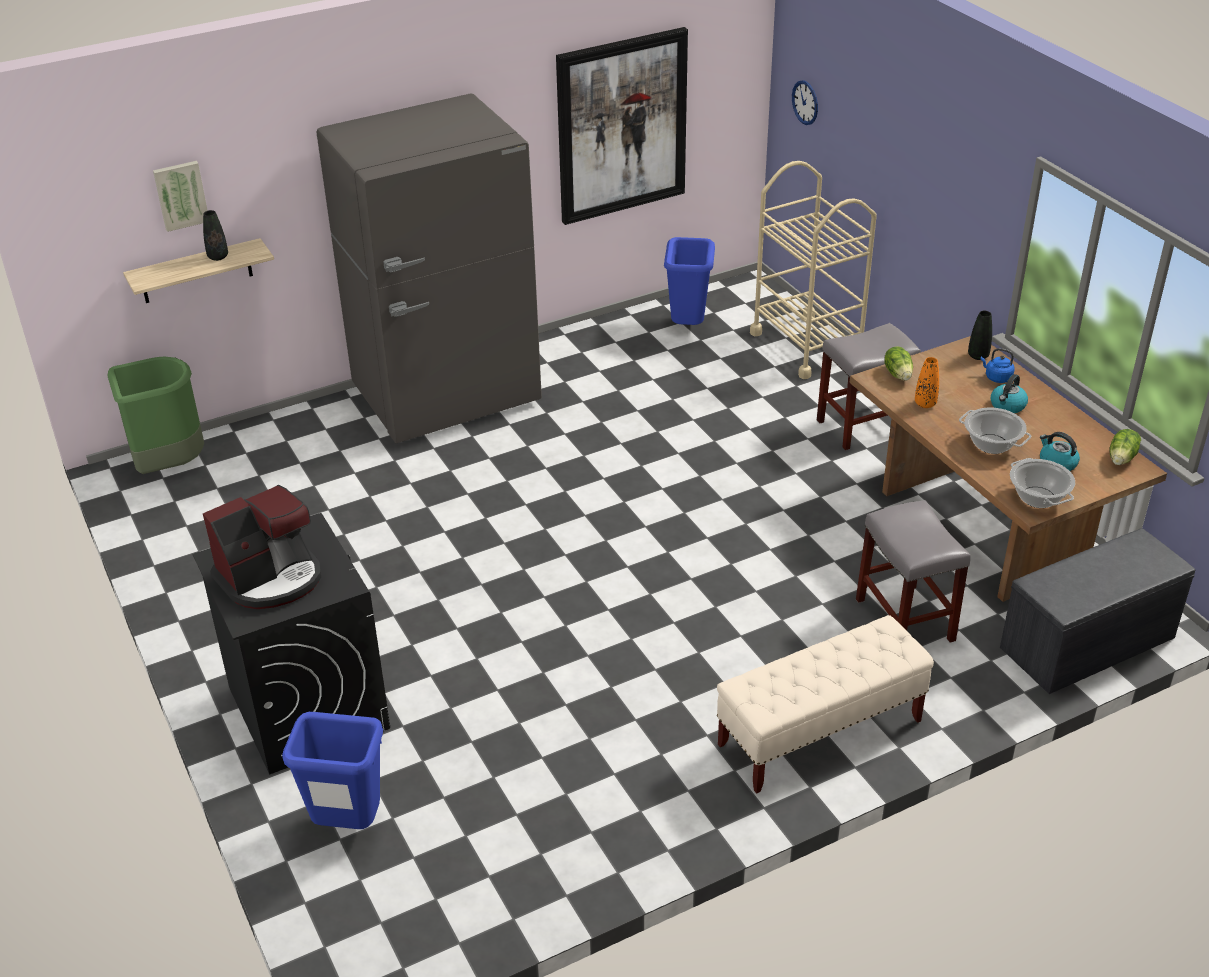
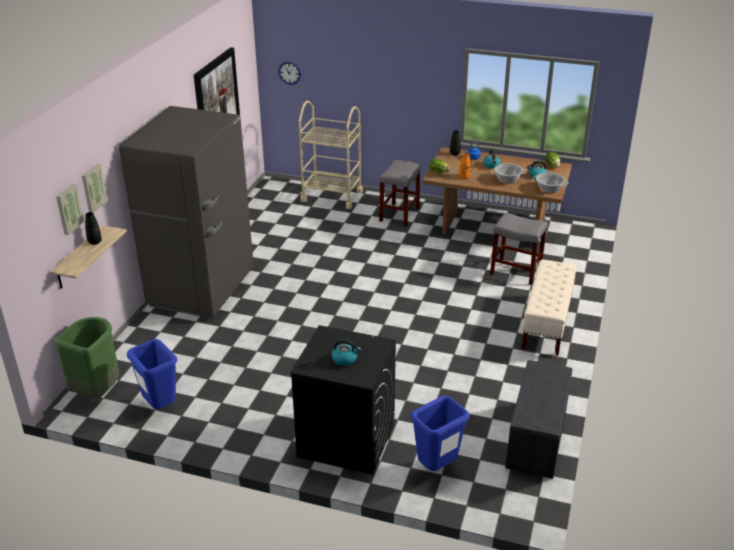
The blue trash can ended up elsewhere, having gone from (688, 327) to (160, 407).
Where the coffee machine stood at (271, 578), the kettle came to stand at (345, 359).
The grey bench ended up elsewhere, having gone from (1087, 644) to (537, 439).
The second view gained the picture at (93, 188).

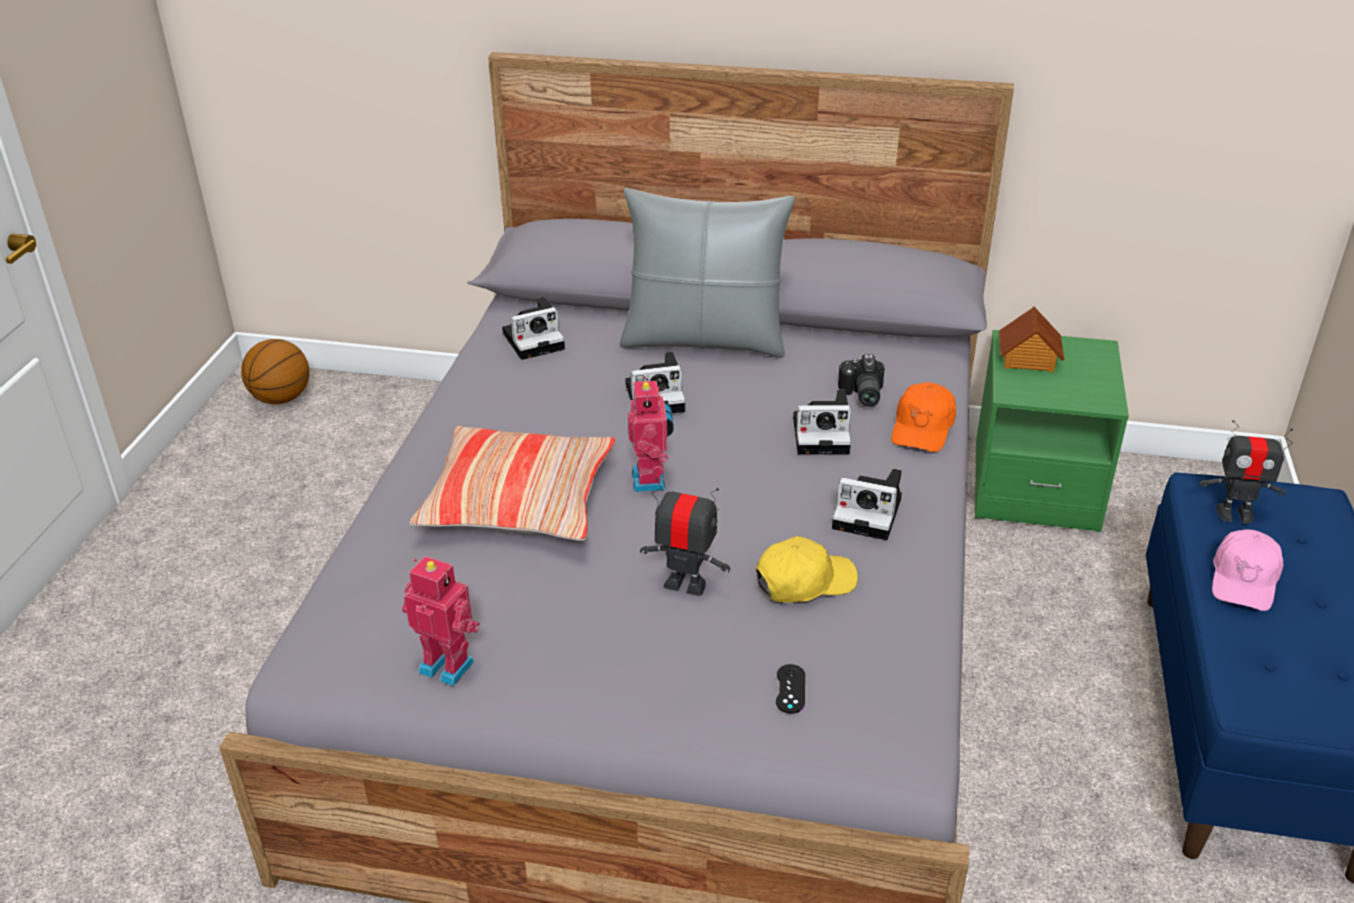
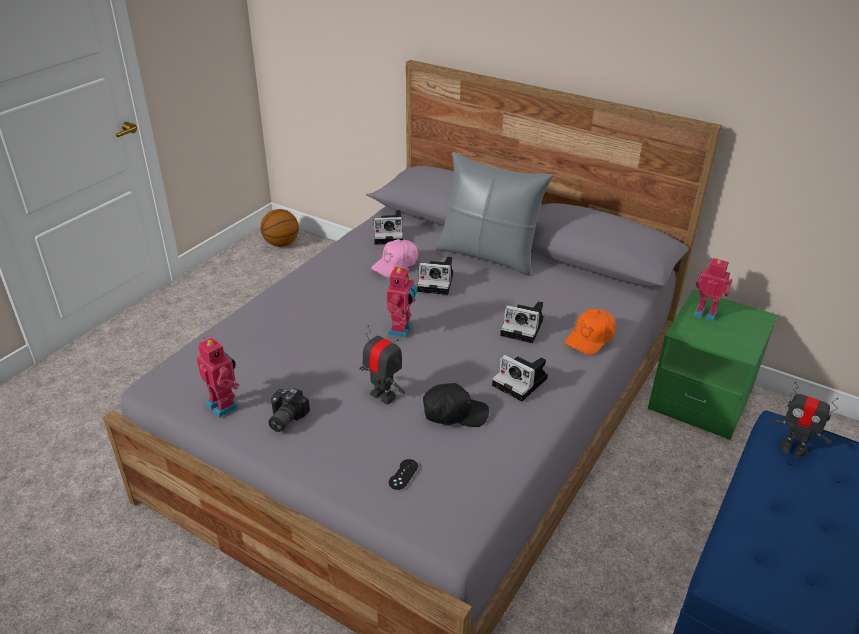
Where the toy house stood at (1027, 359), the toy robot came to stand at (705, 313).
The photo camera ended up elsewhere, having gone from (860, 395) to (284, 418).
The second view lost the pillow at (519, 501).
The pink cap ended up elsewhere, having gone from (1244, 580) to (395, 265).
What was the yellow cap at (804, 582) turned into the black cap at (454, 413).

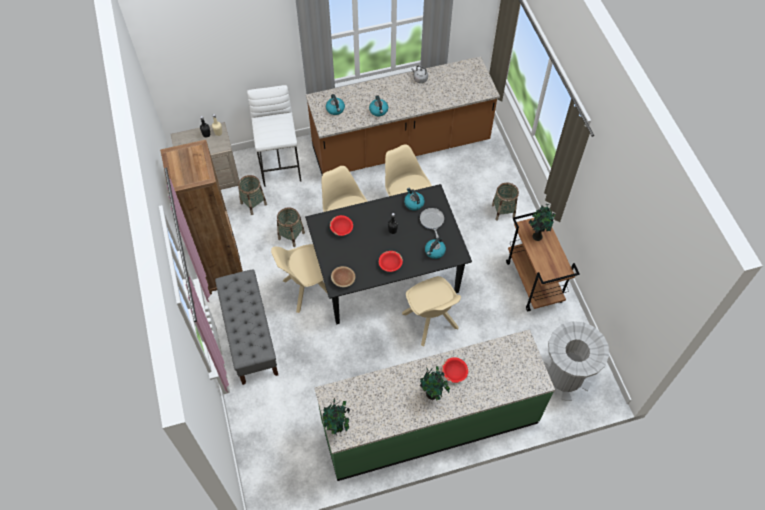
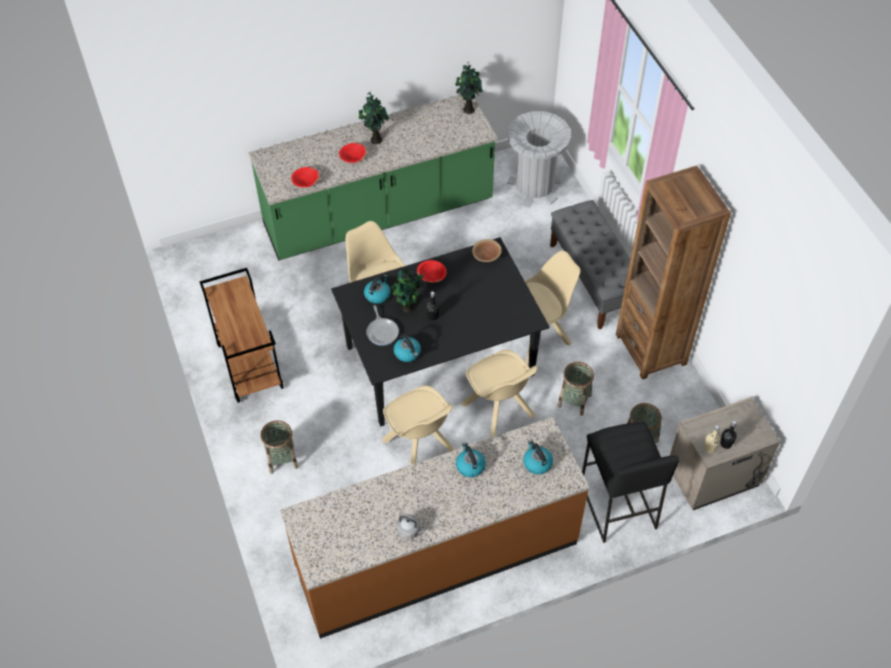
What was the white stool at (280, 165) turned into the black stool at (617, 505).
The potted plant ended up elsewhere, having gone from (537, 235) to (408, 308).
The red bowl ended up elsewhere, having gone from (341, 229) to (306, 182).
The grey trash can ended up elsewhere, having gone from (564, 377) to (534, 187).

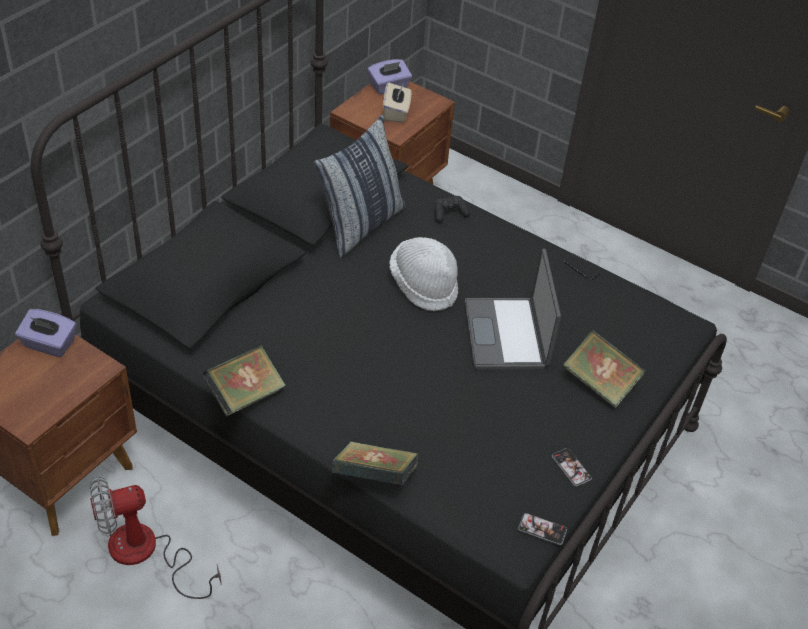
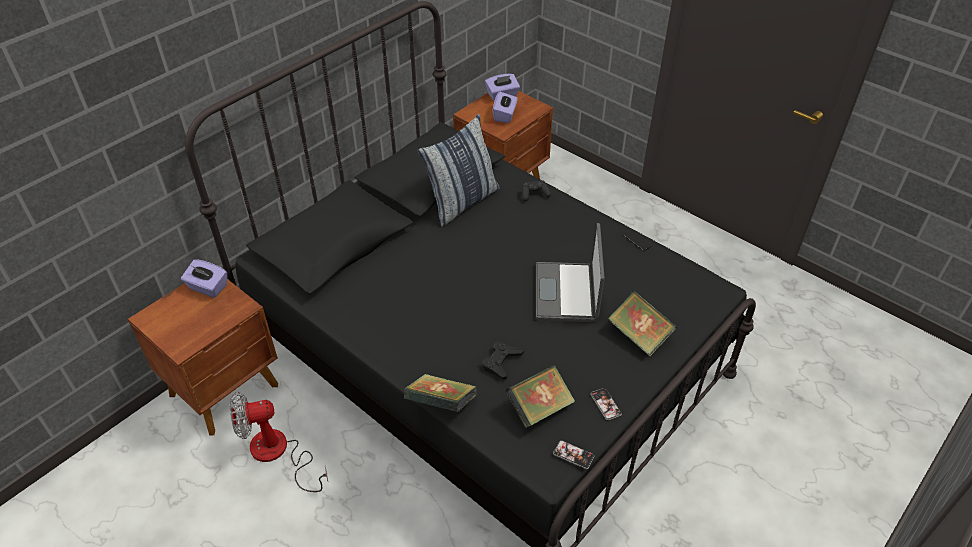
What was the beige tissue box at (396, 113) turned into the purple tissue box at (505, 115).
The second view lost the white hat at (424, 285).
The book ended up elsewhere, having gone from (245, 395) to (539, 408).
The second view gained the black game controller at (501, 362).

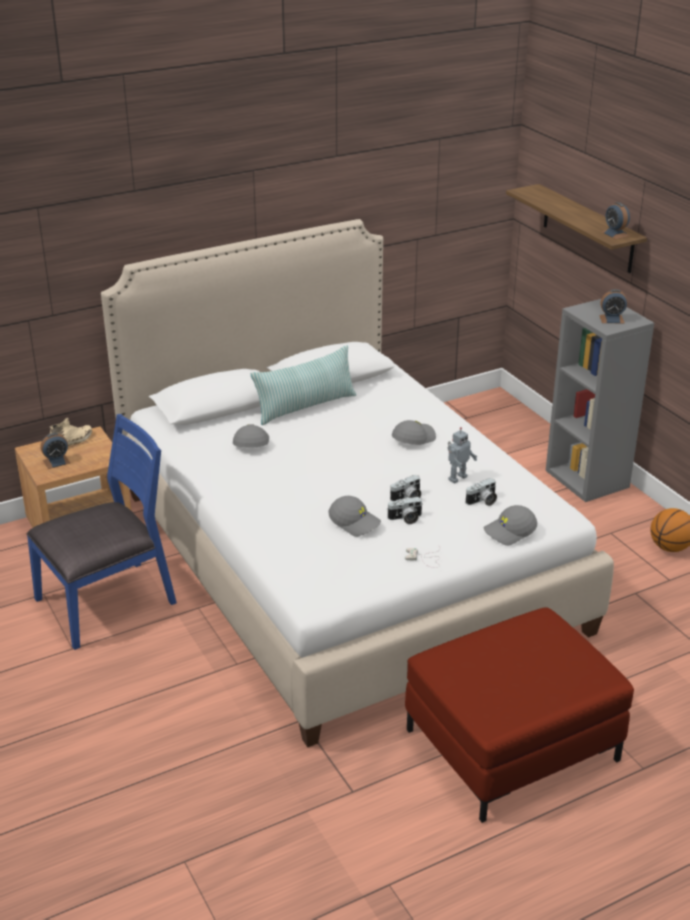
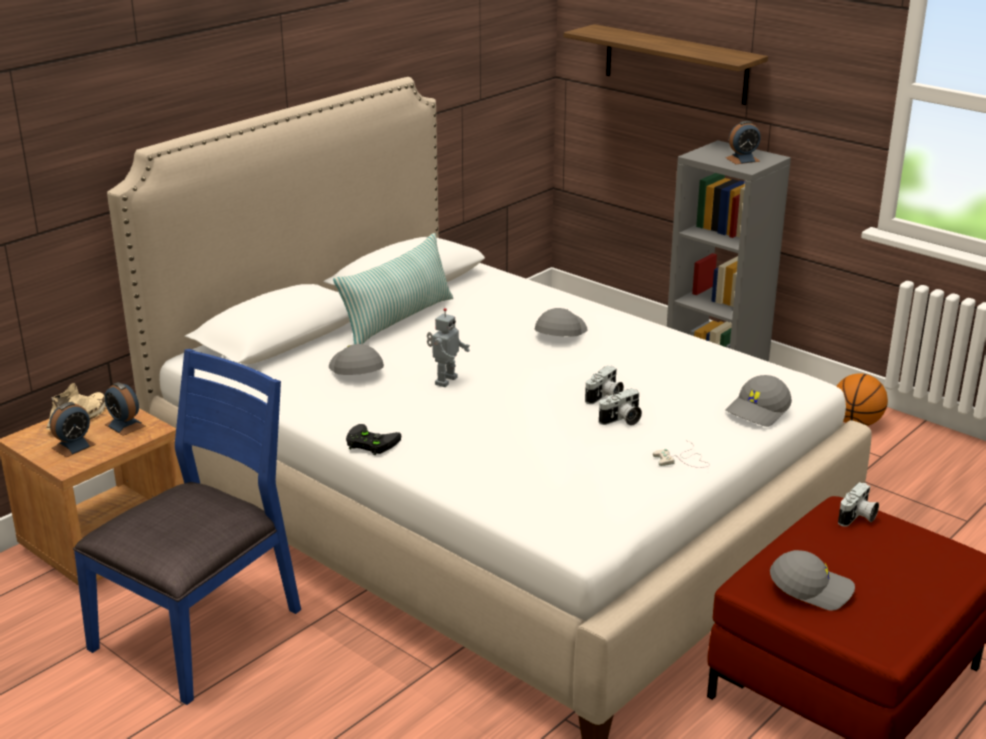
The alarm clock ended up elsewhere, having gone from (615, 234) to (125, 425).
The toy robot ended up elsewhere, having gone from (457, 478) to (445, 380).
The photo camera ended up elsewhere, having gone from (482, 501) to (858, 517).
The grey cap ended up elsewhere, having gone from (355, 522) to (811, 588).
The second view gained the black game controller at (369, 443).

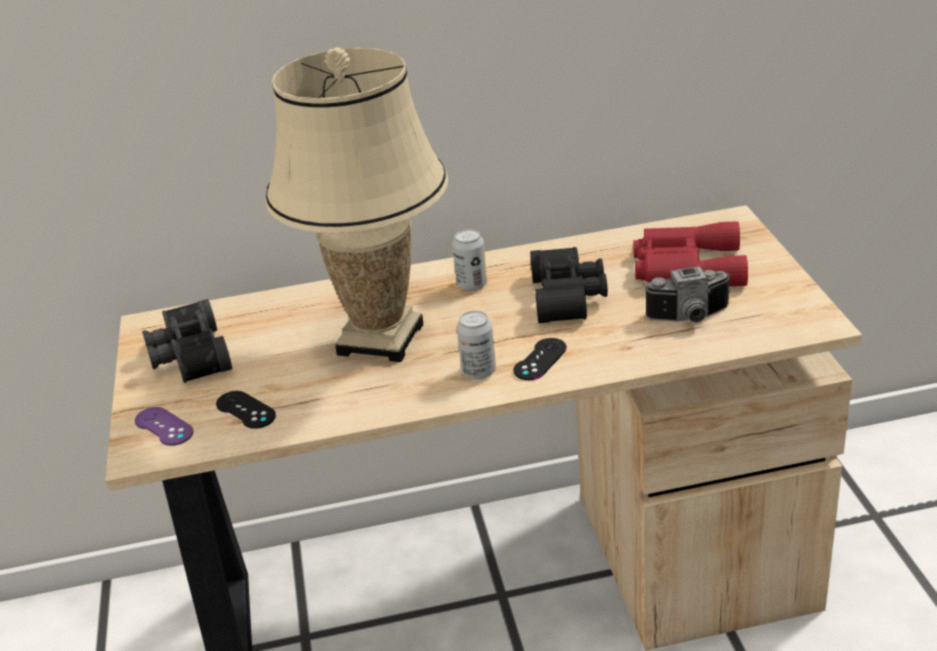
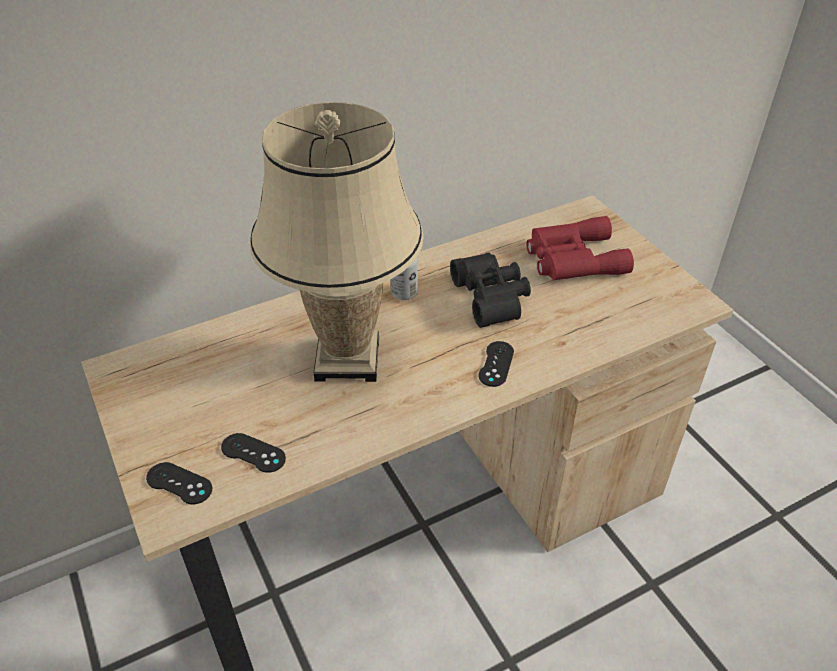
The second view lost the photo camera at (690, 318).
The second view lost the black binoculars at (188, 356).
The second view lost the can at (478, 371).
What was the purple game controller at (164, 427) turned into the black game controller at (179, 483).

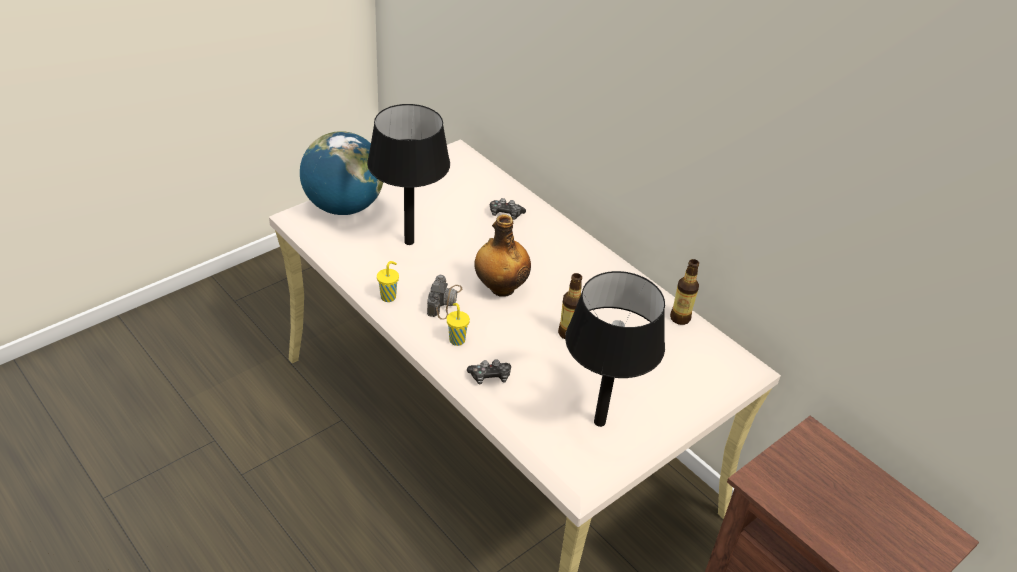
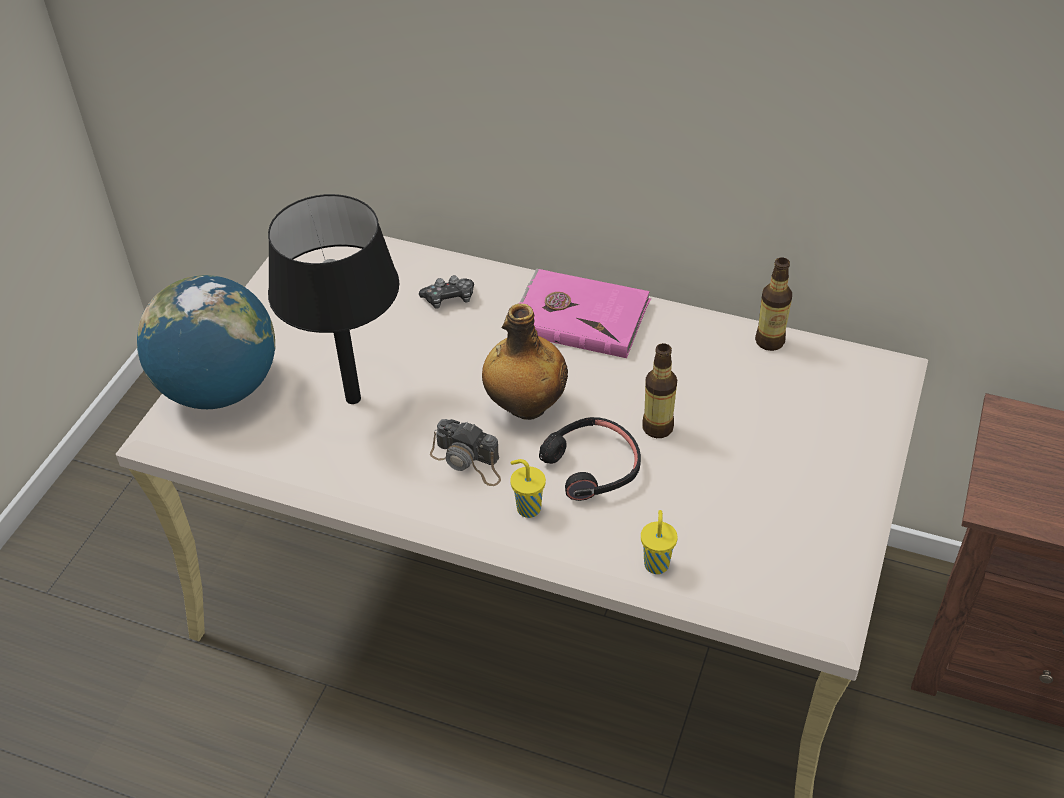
The yellow cup ended up elsewhere, having gone from (389, 296) to (656, 563).
The second view lost the black table lamp at (599, 421).
The photo camera at (444, 301) ended up facing another way, 135 degrees clockwise from before.
The second view lost the game controller at (490, 376).
The second view gained the pink book at (580, 316).
The second view gained the black headphones at (592, 466).

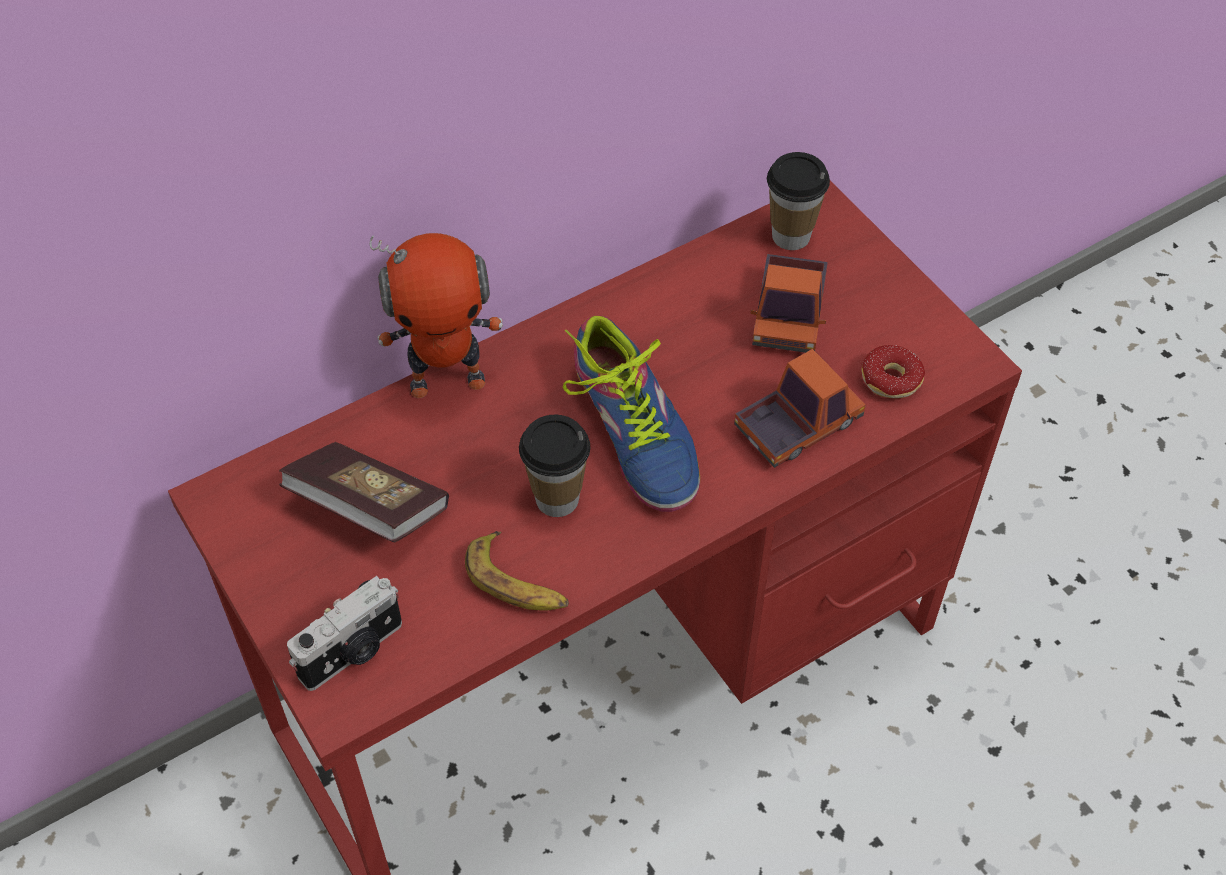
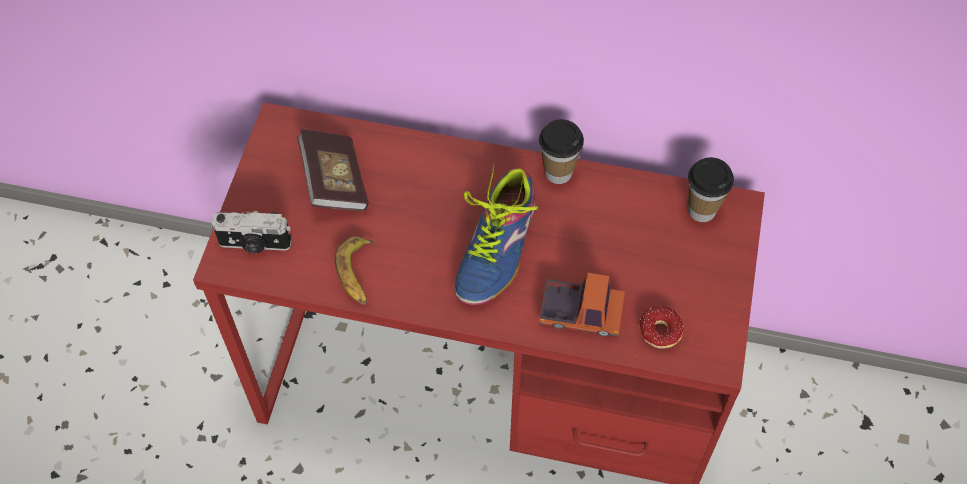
The second view lost the toy robot at (447, 380).
The second view lost the toy truck at (788, 314).
The cup ended up elsewhere, having gone from (557, 499) to (558, 172).

